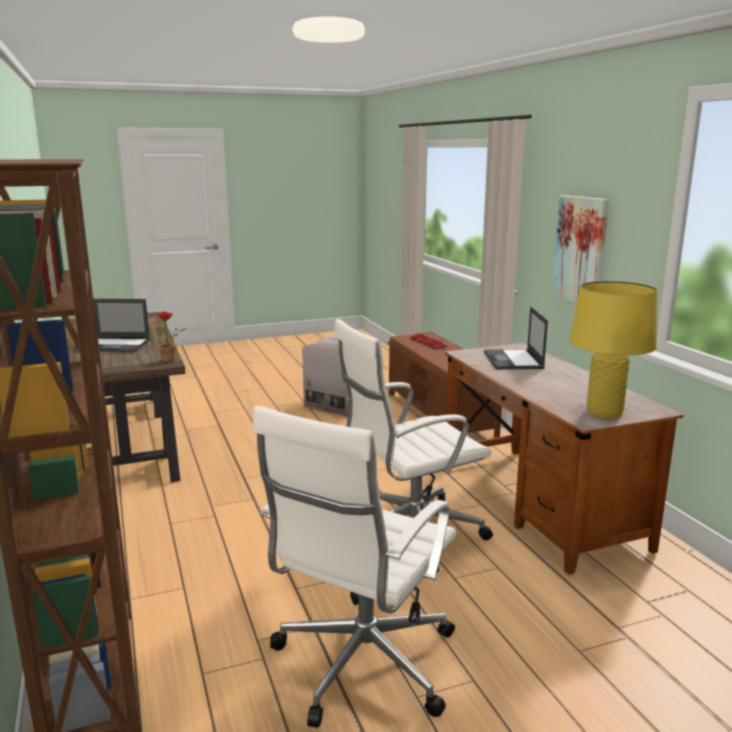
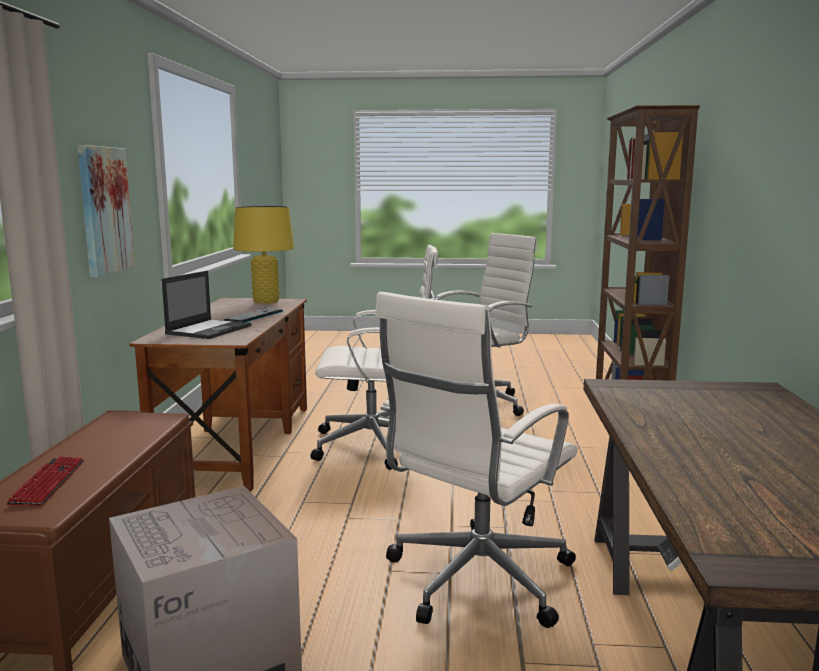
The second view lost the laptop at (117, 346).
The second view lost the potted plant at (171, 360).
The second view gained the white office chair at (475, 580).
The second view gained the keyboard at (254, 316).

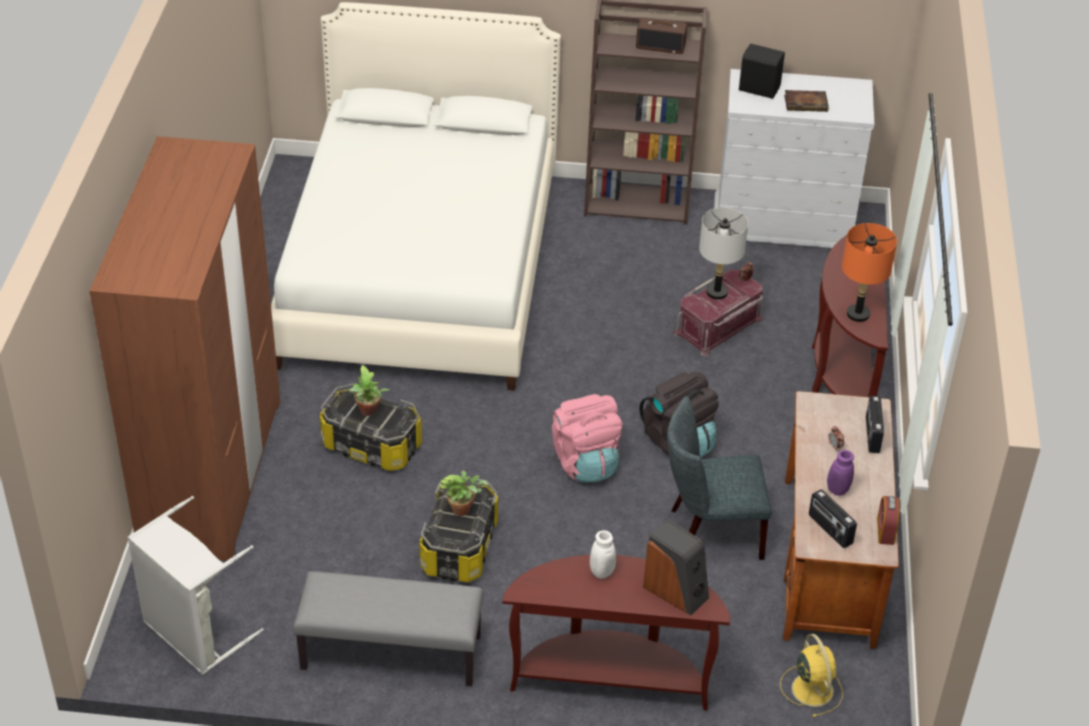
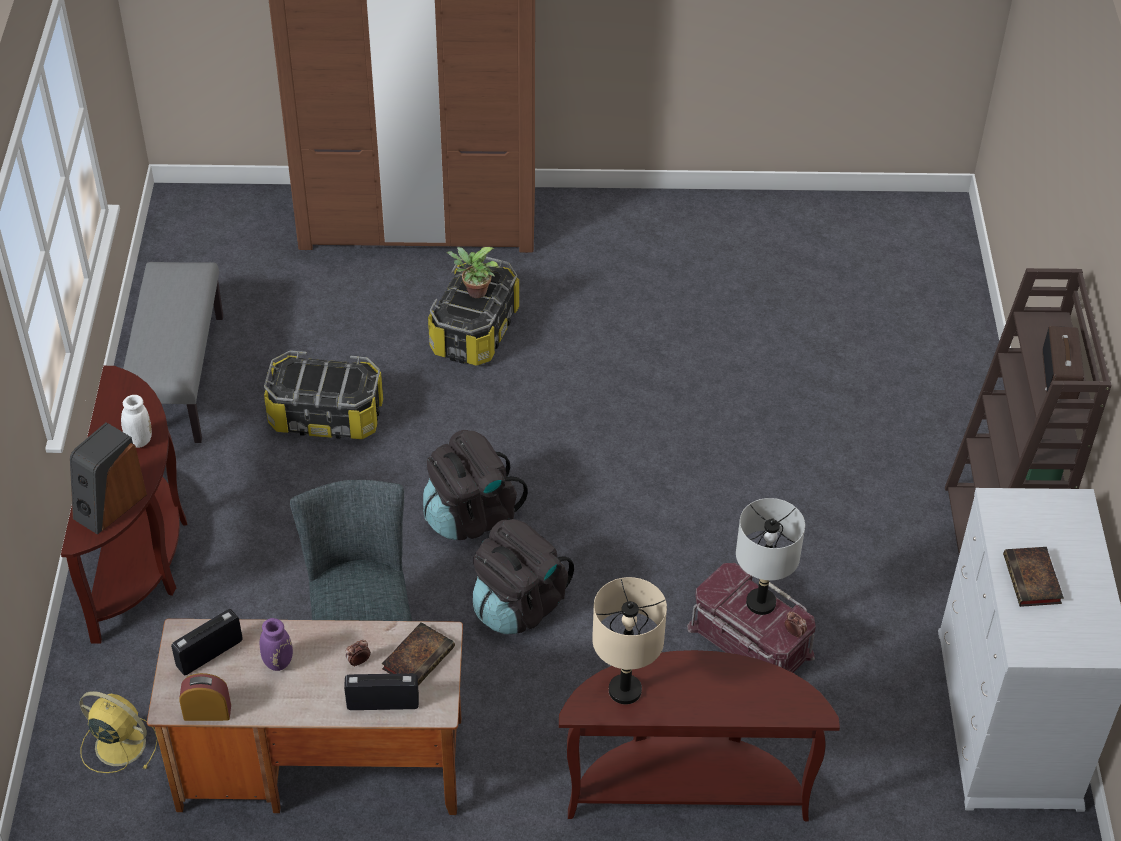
The second view lost the white bed at (420, 269).
The second view lost the black speaker at (759, 88).
What was the orange table lamp at (858, 314) turned into the beige table lamp at (625, 691).
What was the pink backpack at (585, 462) turned into the black backpack at (470, 515).
The second view lost the potted plant at (463, 509).
The second view lost the grey laundry basket at (193, 634).
The yellow fan at (811, 688) ended up facing another way, 135 degrees counterclockwise from before.
The second view gained the book at (419, 657).

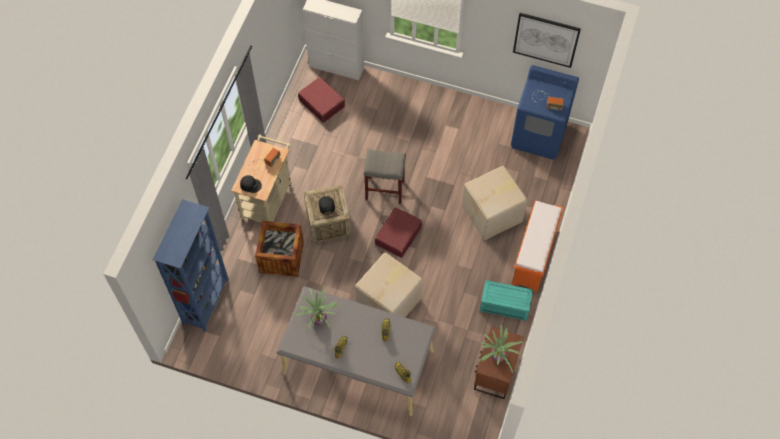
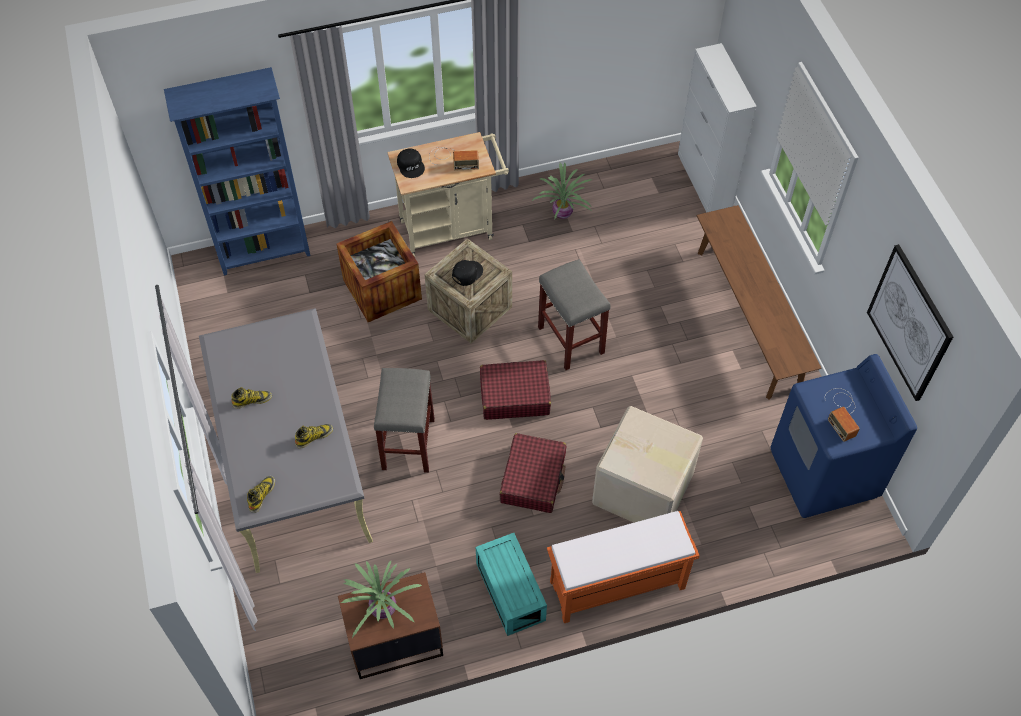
The red suitcase ended up elsewhere, having gone from (321, 103) to (533, 478).
Where the cardboard box stood at (390, 301), the grey stool came to stand at (409, 445).
The potted plant ended up elsewhere, having gone from (319, 319) to (563, 213).
The second view gained the brown bench at (748, 318).

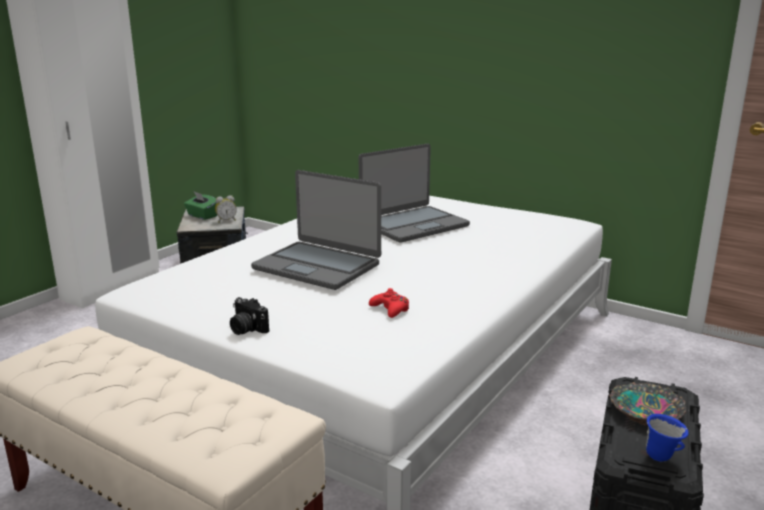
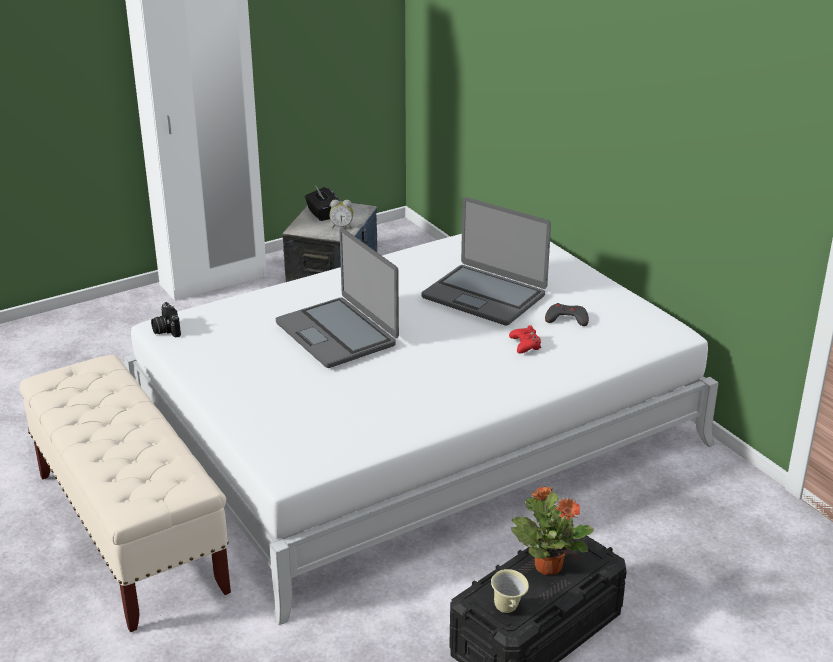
The laptop at (413, 225) ended up facing another way, 45 degrees clockwise from before.
What was the green tissue box at (202, 216) turned into the black tissue box at (322, 214).
The red game controller ended up elsewhere, having gone from (390, 309) to (525, 345).
The photo camera ended up elsewhere, having gone from (246, 329) to (166, 330).
Where the bowl stood at (645, 411), the potted plant came to stand at (547, 566).
What was the blue mug at (661, 457) turned into the beige mug at (508, 609).
The second view gained the grey game controller at (567, 319).

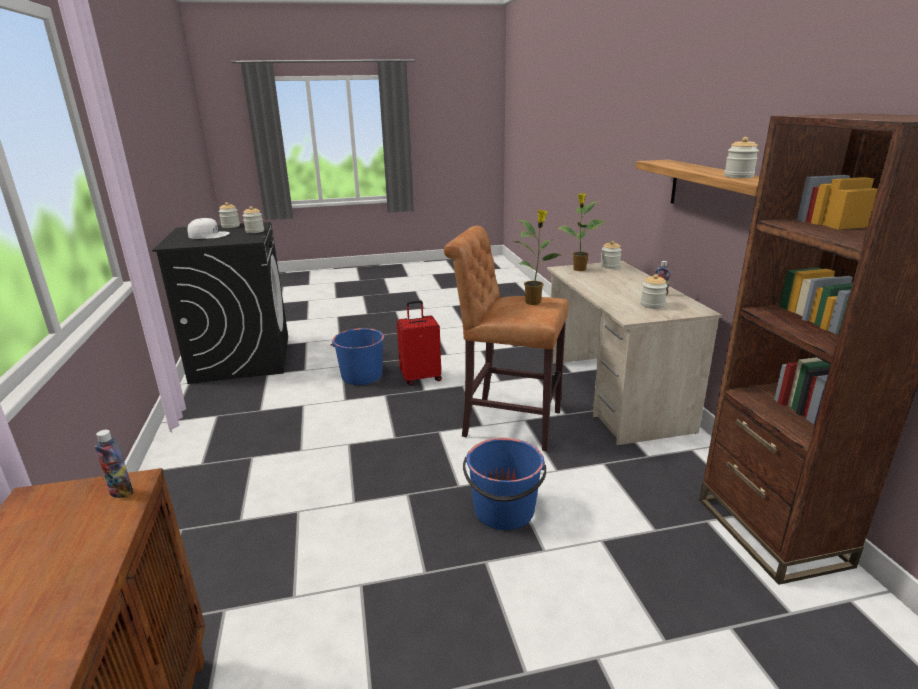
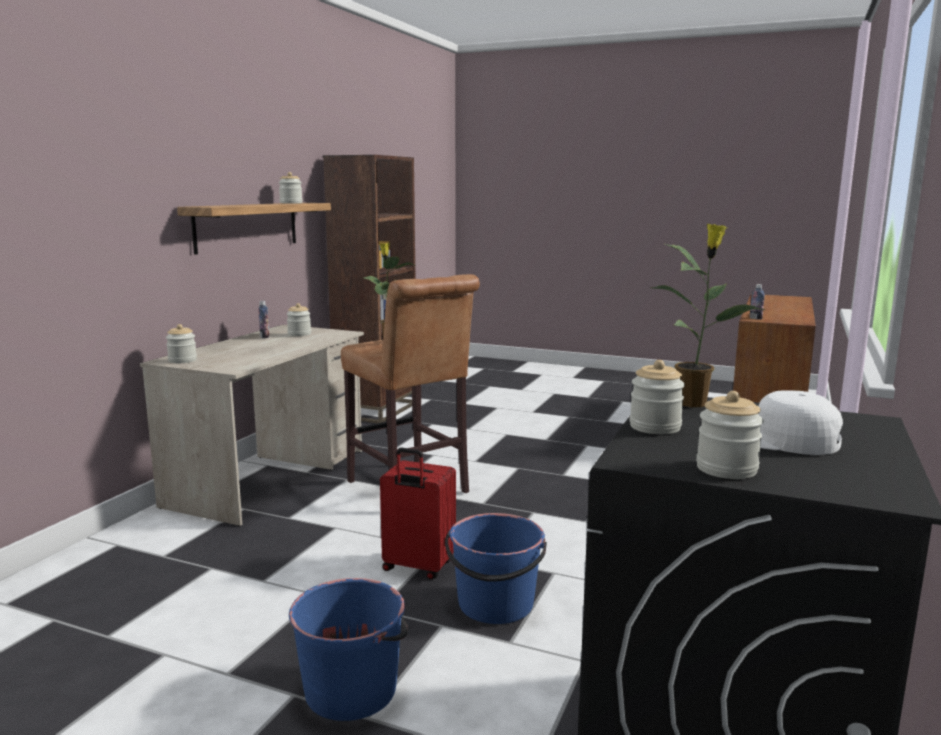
The potted plant ended up elsewhere, having gone from (579, 269) to (693, 403).
The blue bucket ended up elsewhere, having gone from (504, 511) to (352, 690).

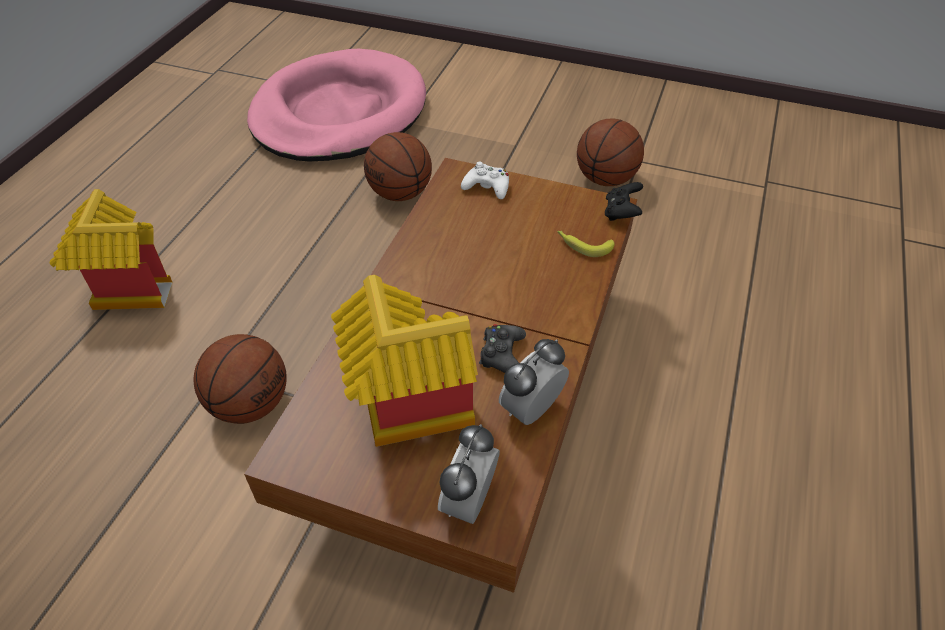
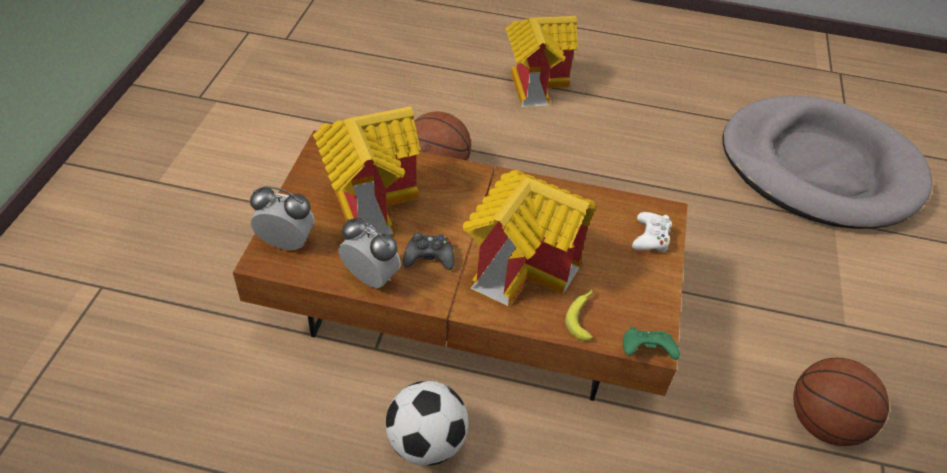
What was the pink dog bed at (339, 113) turned into the grey dog bed at (819, 167).
The second view lost the basketball at (401, 193).
What was the black game controller at (621, 213) turned into the green game controller at (645, 352).
The second view gained the toy house at (524, 266).
The second view gained the football at (426, 442).

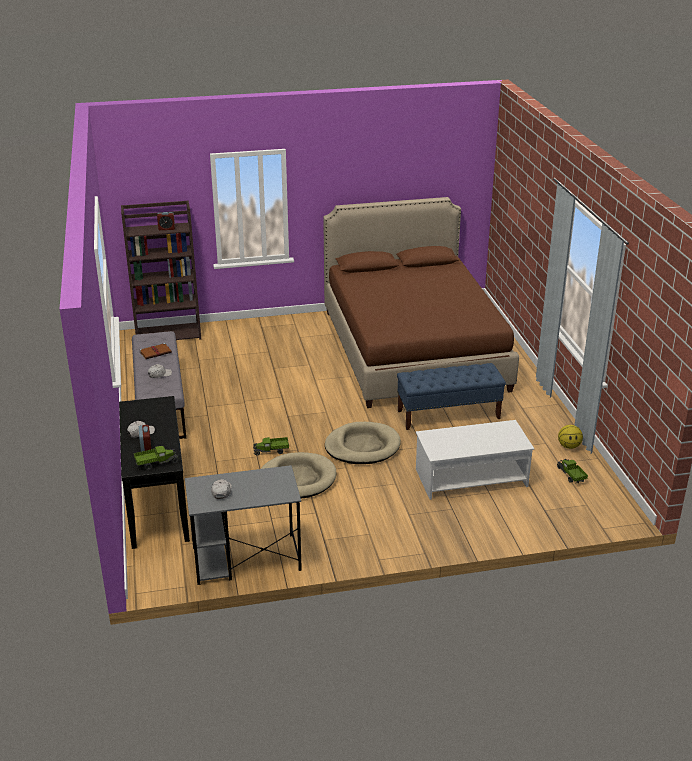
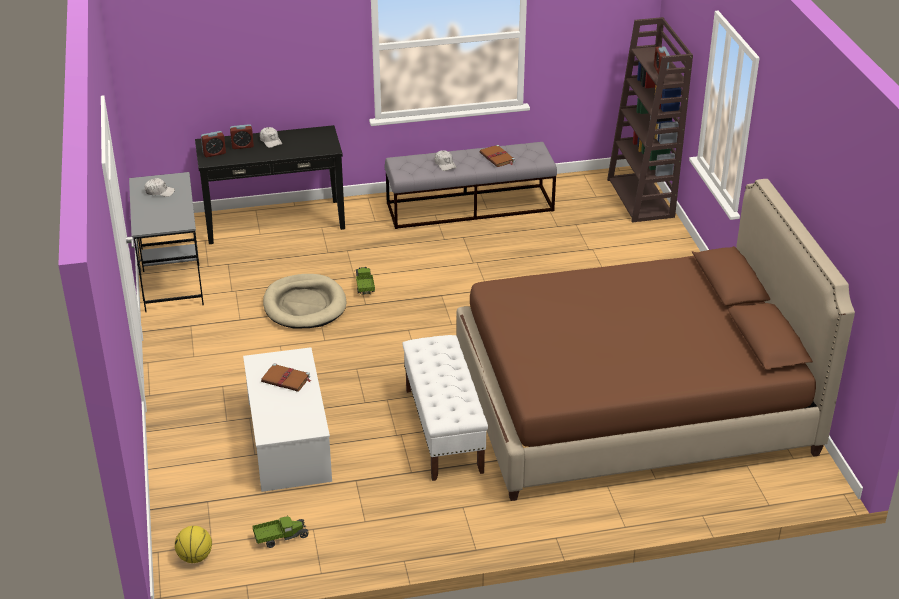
What was the blue bench at (449, 414) turned into the white bench at (444, 430).
The second view lost the beige dog bed at (362, 446).
The basketball ended up elsewhere, having gone from (569, 446) to (195, 557).
Where the toy truck stood at (156, 463), the alarm clock came to stand at (214, 153).
The second view gained the brown book at (286, 379).

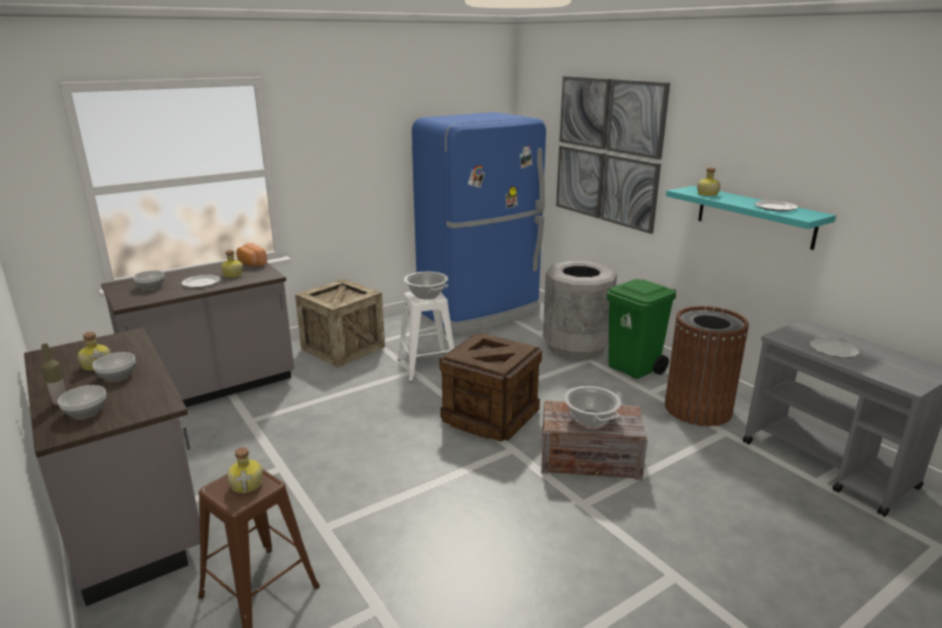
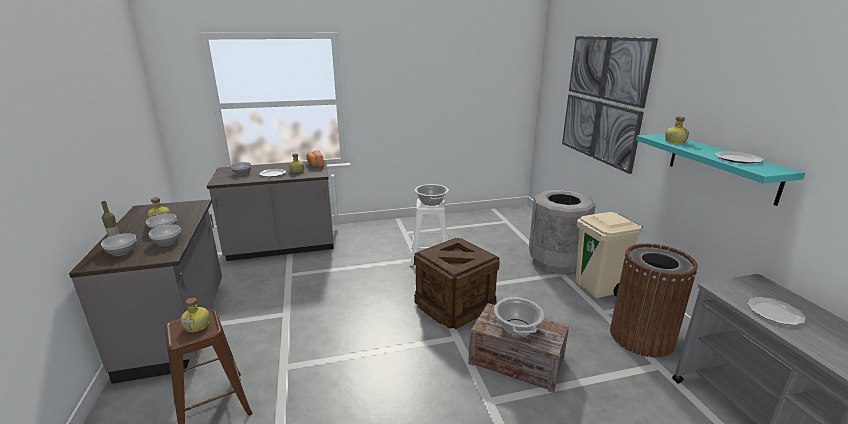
The second view lost the blue fridge at (480, 312).
The second view lost the crate at (343, 348).
What was the green trash can at (634, 369) turned into the beige trash can at (598, 288).
The second view gained the bowl at (167, 242).

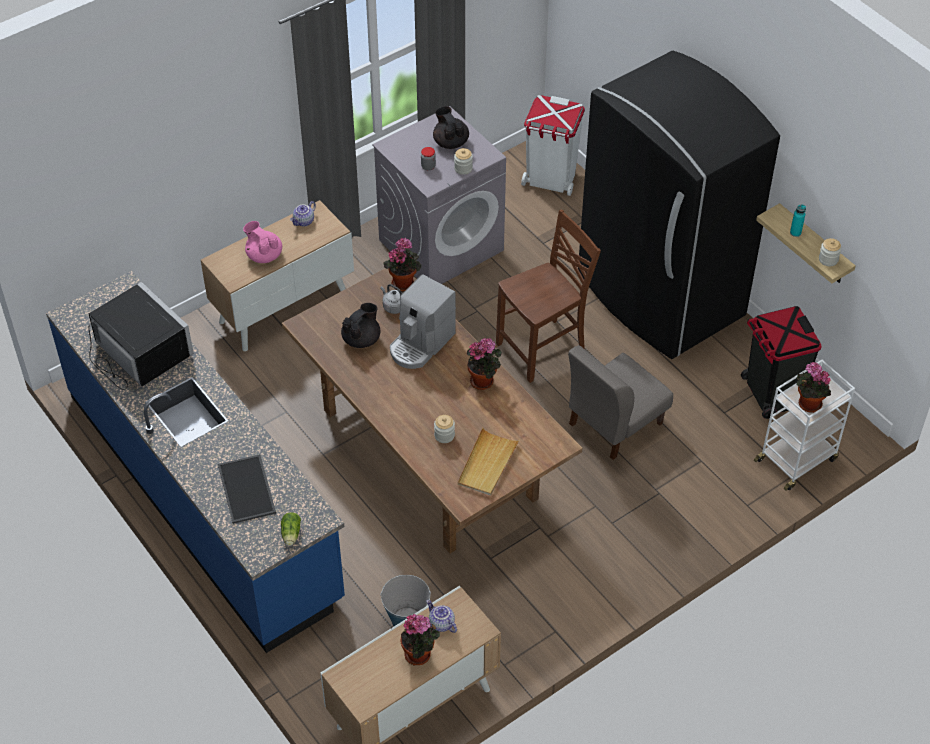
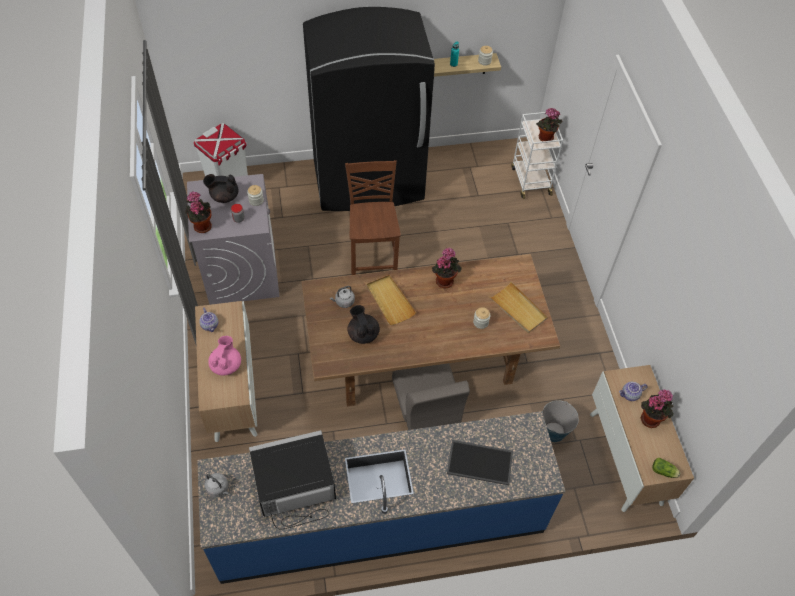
The pink teapot at (264, 255) ended up facing another way, 120 degrees clockwise from before.
The potted plant ended up elsewhere, having gone from (403, 282) to (201, 225).
Where the coffee machine stood at (421, 344), the beige tray came to stand at (389, 301).
The second view lost the black trash can at (771, 394).
The grey chair ended up elsewhere, having gone from (614, 423) to (426, 412).
The lettuce ended up elsewhere, having gone from (291, 535) to (664, 472).
The second view gained the grey kettle at (218, 489).

